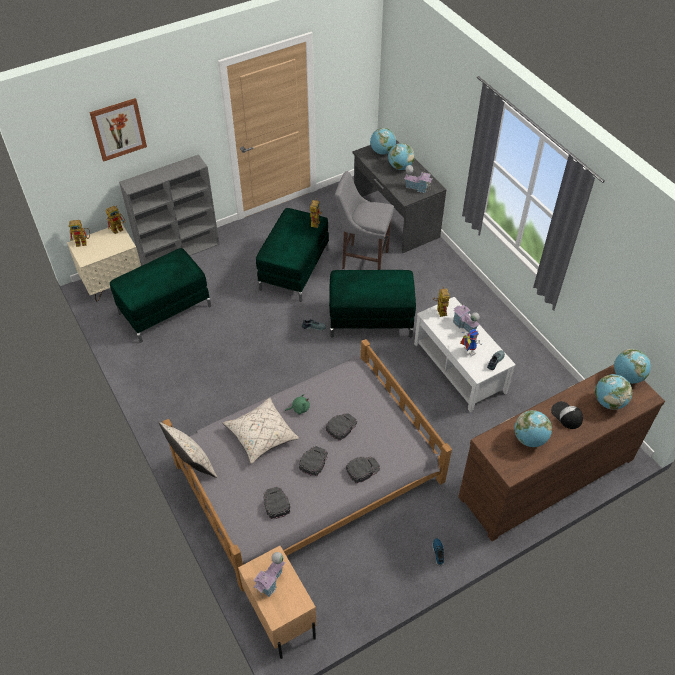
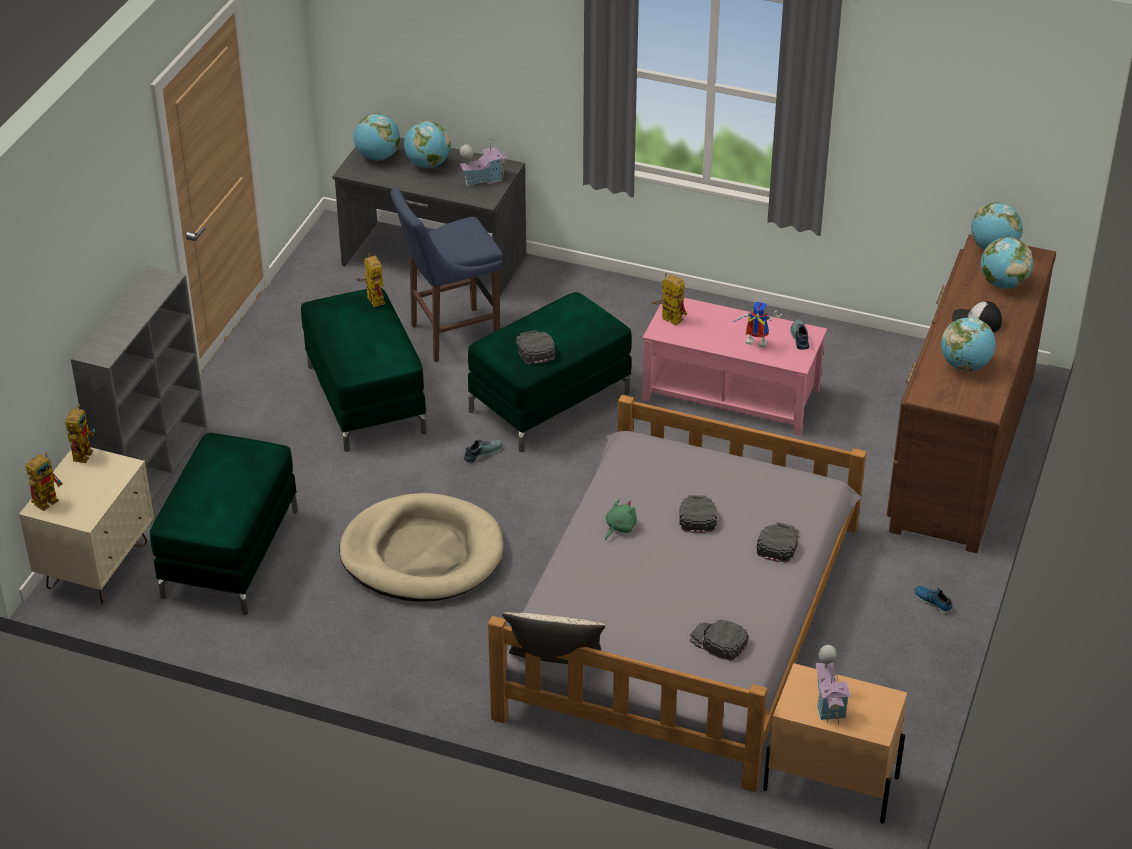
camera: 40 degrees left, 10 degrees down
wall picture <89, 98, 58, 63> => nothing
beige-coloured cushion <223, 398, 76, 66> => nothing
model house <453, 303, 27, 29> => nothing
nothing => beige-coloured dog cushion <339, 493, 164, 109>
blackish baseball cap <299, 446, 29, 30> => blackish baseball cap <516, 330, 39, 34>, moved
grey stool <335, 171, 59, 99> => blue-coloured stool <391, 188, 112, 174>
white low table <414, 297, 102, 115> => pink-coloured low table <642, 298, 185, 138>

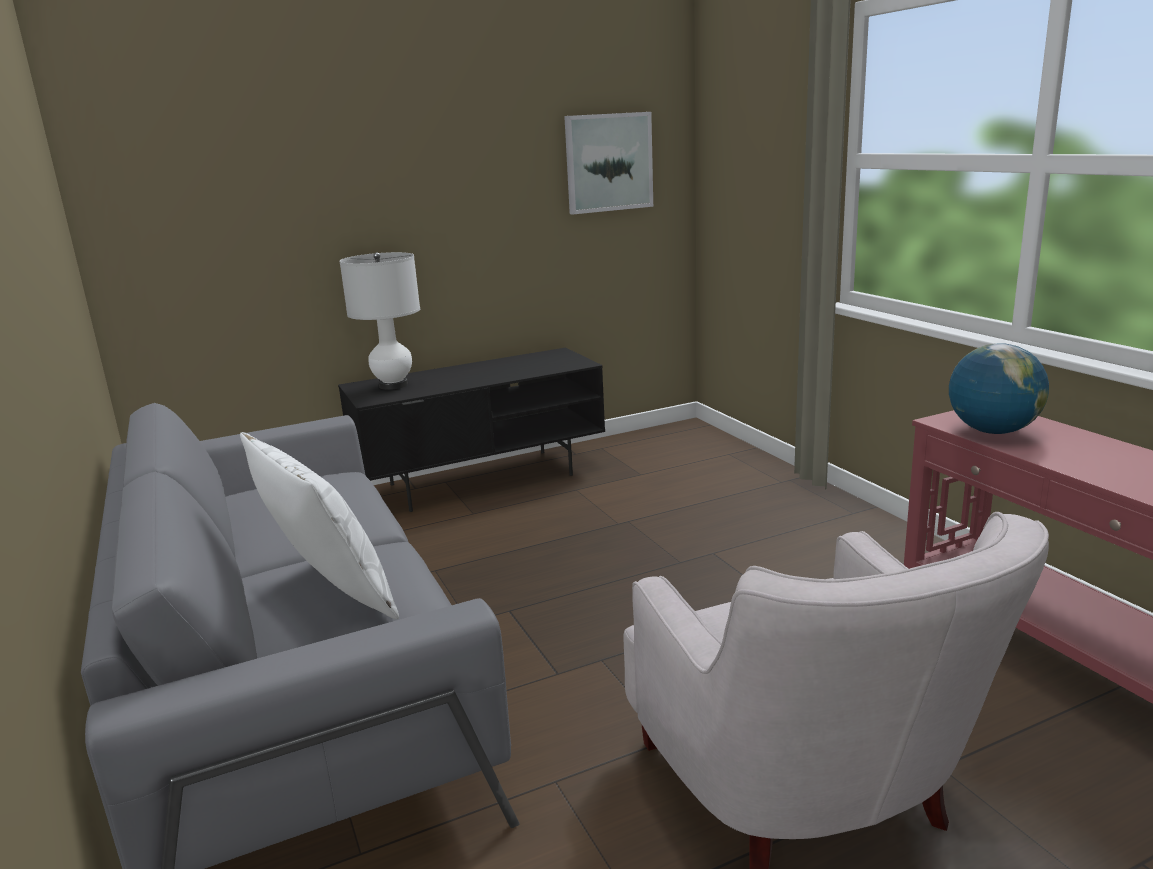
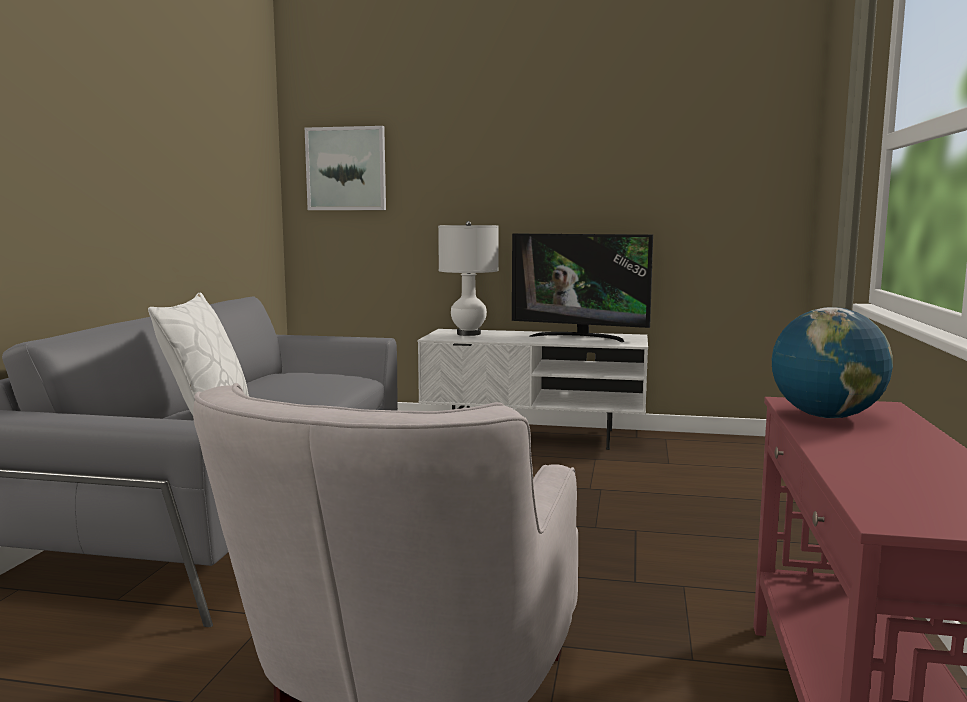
camera: 35 degrees right, 10 degrees down
nothing => TV set <512, 234, 141, 108>
wall picture <564, 112, 89, 102> => wall picture <305, 126, 81, 84>, moved
blackish tv unit <338, 348, 267, 164> => white tv unit <418, 329, 230, 121>

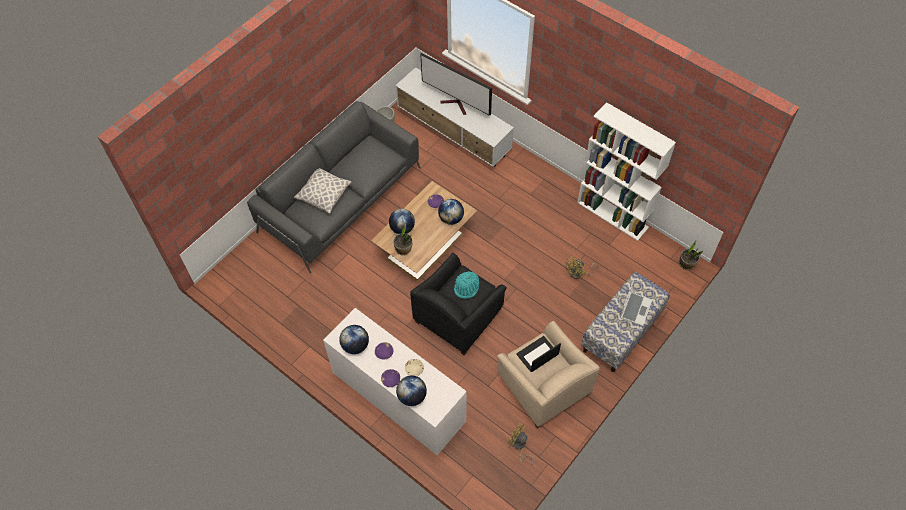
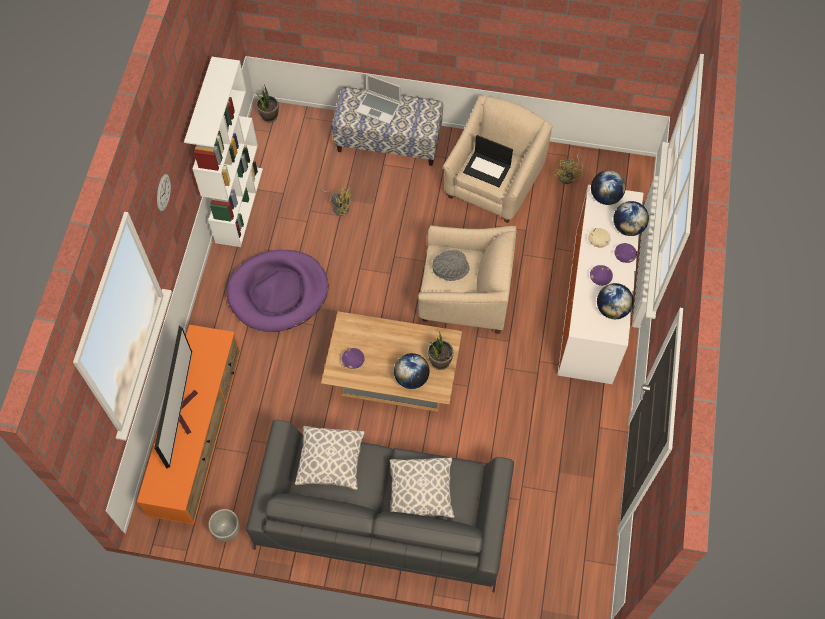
camera: 120 degrees left, 5 degrees up
nothing => clock on the wall <157, 174, 14, 37>
nothing => purple-coloured dog cushion <227, 250, 101, 82>
nothing => cushion <295, 426, 70, 64>
globe <438, 199, 26, 26> => globe <591, 170, 35, 35>, moved
white tv unit <395, 67, 119, 100> => orangey tv unit <137, 325, 104, 200>
blackish lounge chair <410, 253, 97, 103> => beige-coloured lounge chair <418, 225, 99, 109>
blue-green clothing hat <454, 271, 25, 28> => grey clothing hat <432, 250, 37, 31>
laptop <620, 280, 32, 46> => laptop <356, 75, 45, 49>, 150 degrees counterclockwise

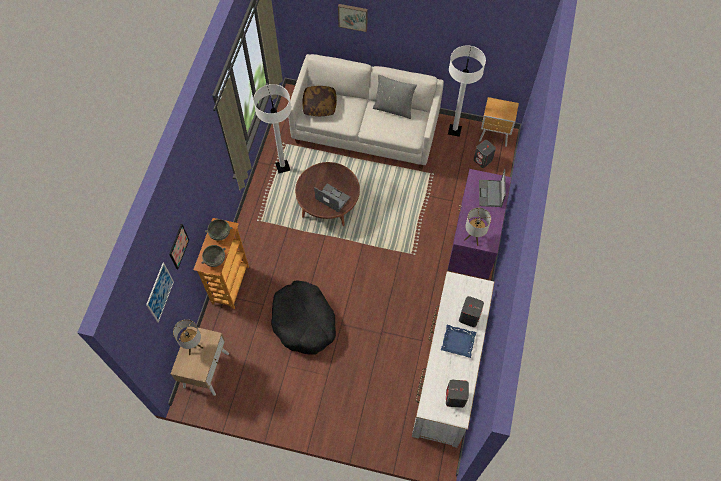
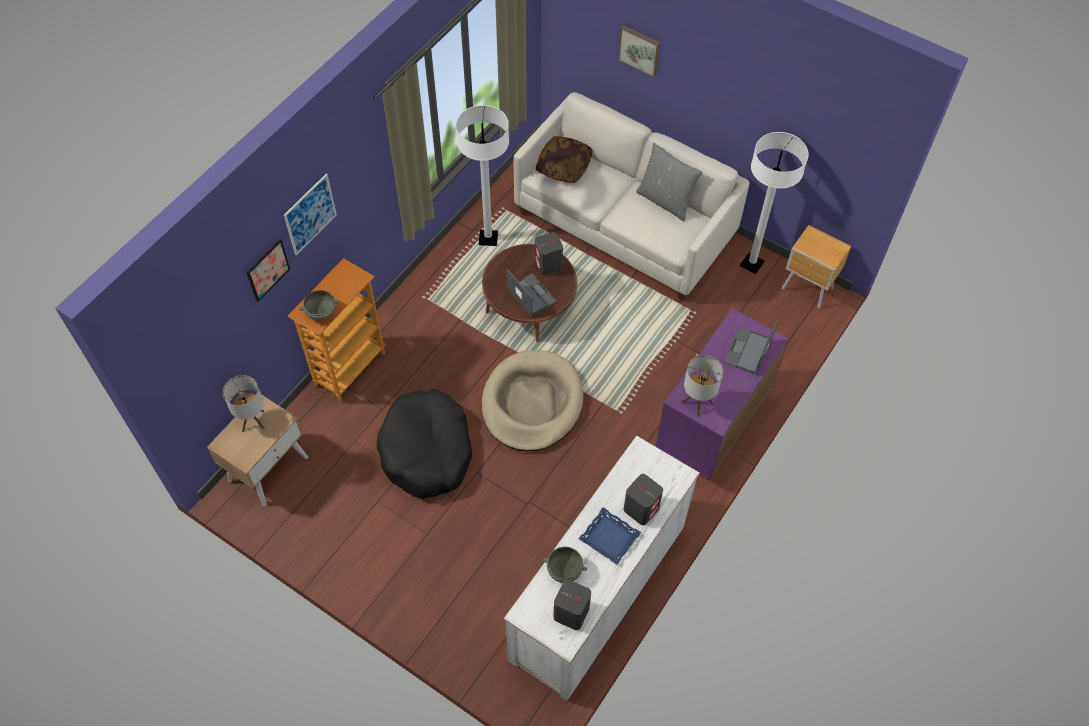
camera: 20 degrees right, 5 degrees down
nothing => beige-coloured dog cushion <482, 350, 102, 101>
wall picture <146, 263, 28, 60> => wall picture <284, 174, 53, 82>, moved
grey serving bowl <205, 219, 27, 22> => grey serving bowl <543, 547, 44, 36>, moved
grey speaker <474, 140, 22, 28> => grey speaker <535, 232, 28, 43>, moved

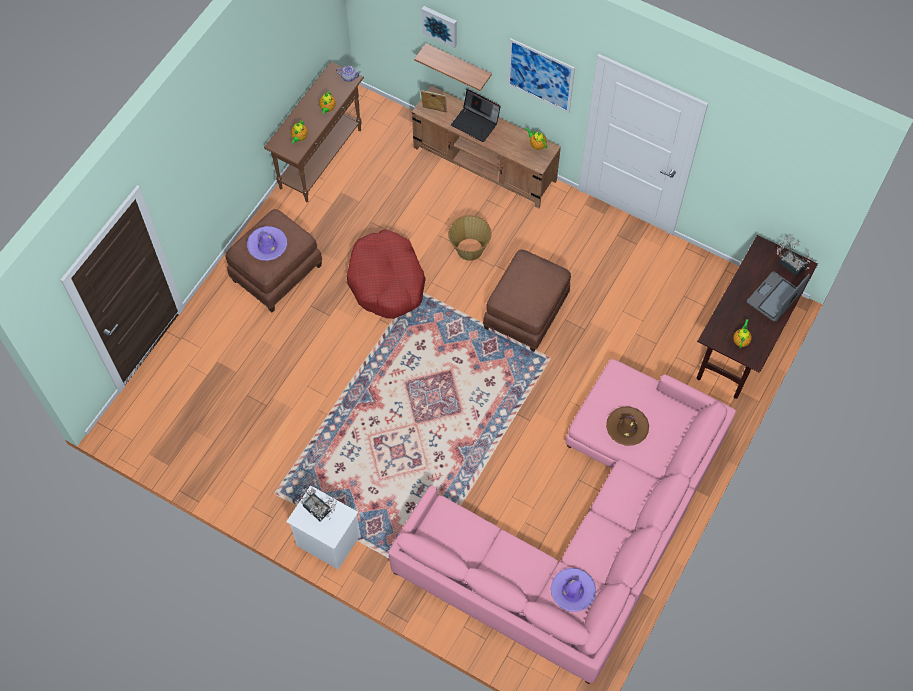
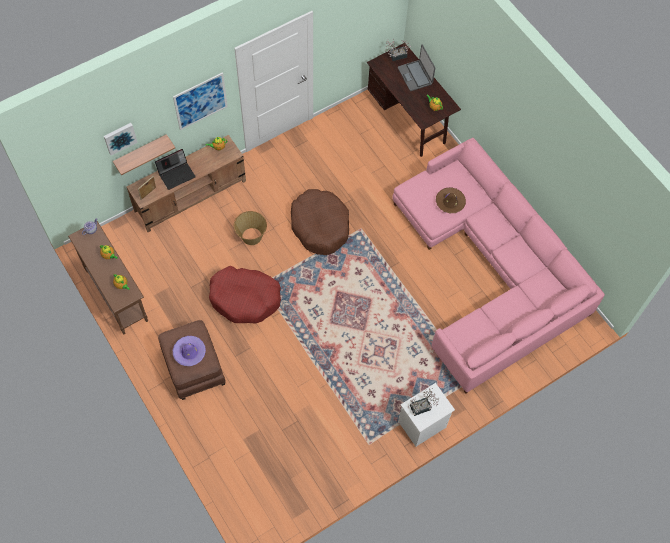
camera: 65 degrees left, 0 degrees up
purple-coloured clothing hat <551, 568, 45, 44> => nothing
brownish pouffe <483, 250, 88, 101> => brownish dog cushion <291, 189, 58, 66>

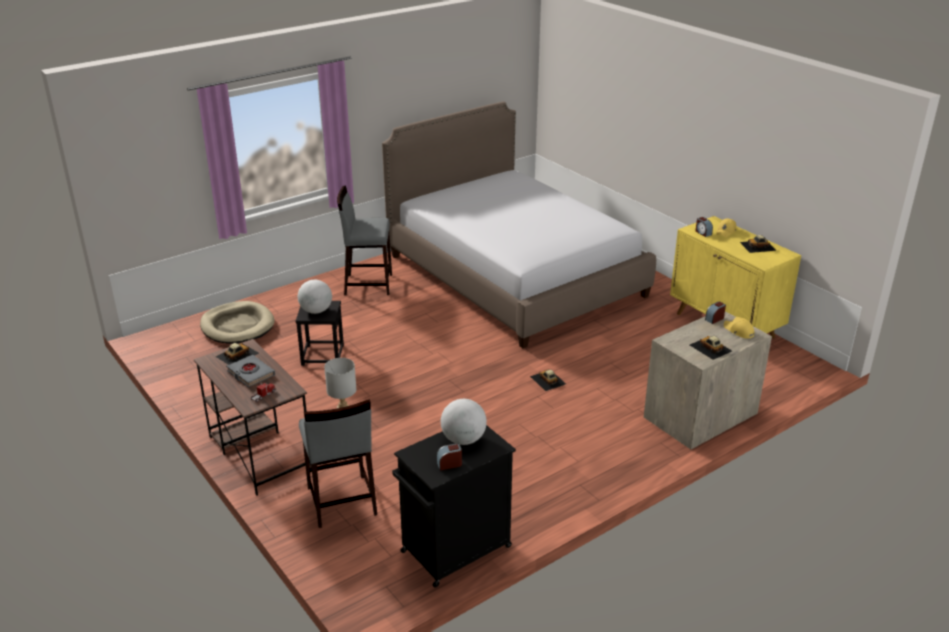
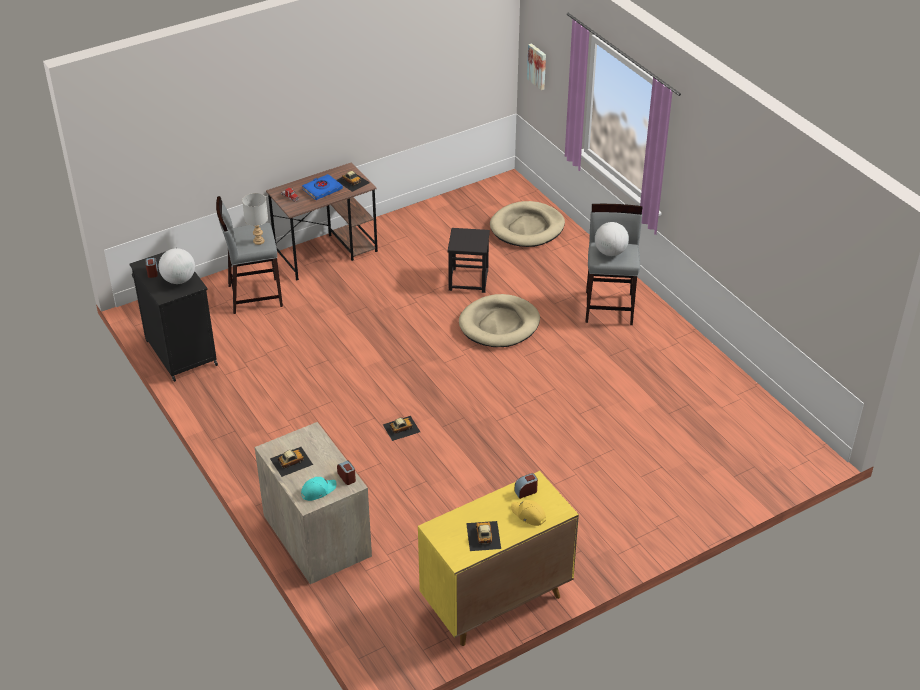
camera: 95 degrees right, 10 degrees up
sleeping bed <382, 101, 274, 247> => nothing
nothing => beige-coloured dog cushion <459, 294, 81, 53>
nothing => wall picture <527, 43, 19, 47>
globe <298, 280, 34, 34> => globe <595, 222, 34, 34>, moved
grey book <226, 355, 49, 32> => blue-coloured book <302, 174, 41, 26>
yellowish baseball cap <724, 317, 30, 22> => blue-green baseball cap <301, 477, 35, 24>

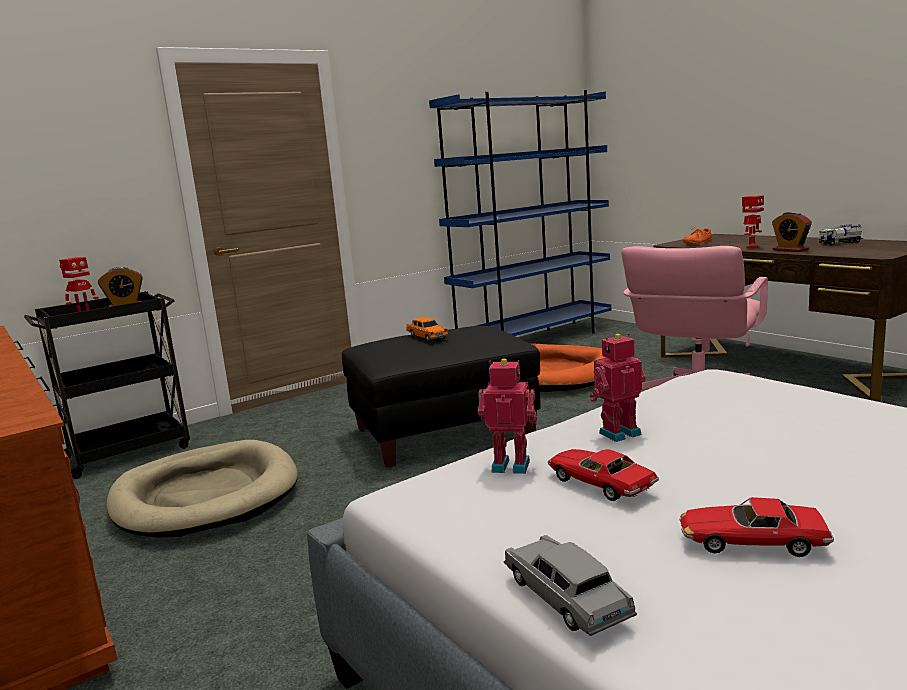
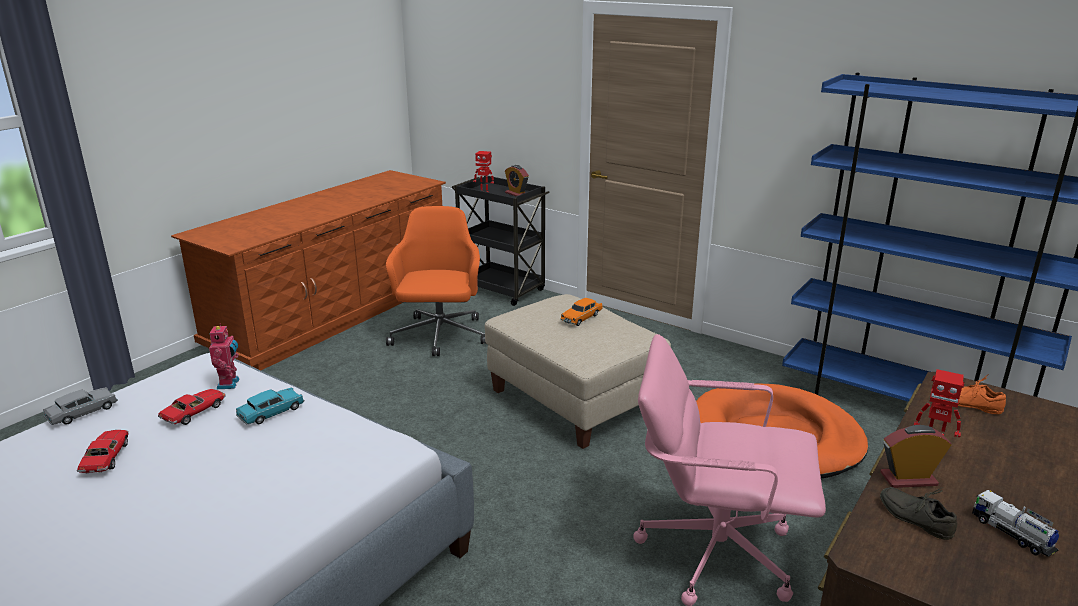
camera: 70 degrees right, 10 degrees up
nothing => grey shoe <880, 487, 77, 53>
beige-coloured dog cushion <106, 440, 192, 98> => orangey desk chair <386, 206, 100, 150>
toy robot <590, 333, 56, 109> => blue-green toy car <236, 387, 69, 38>
blackish pouffe <342, 326, 199, 141> => beige-coloured pouffe <485, 294, 186, 155>
bedside clock <772, 211, 40, 41> => bedside clock <880, 425, 72, 63>, 45 degrees clockwise

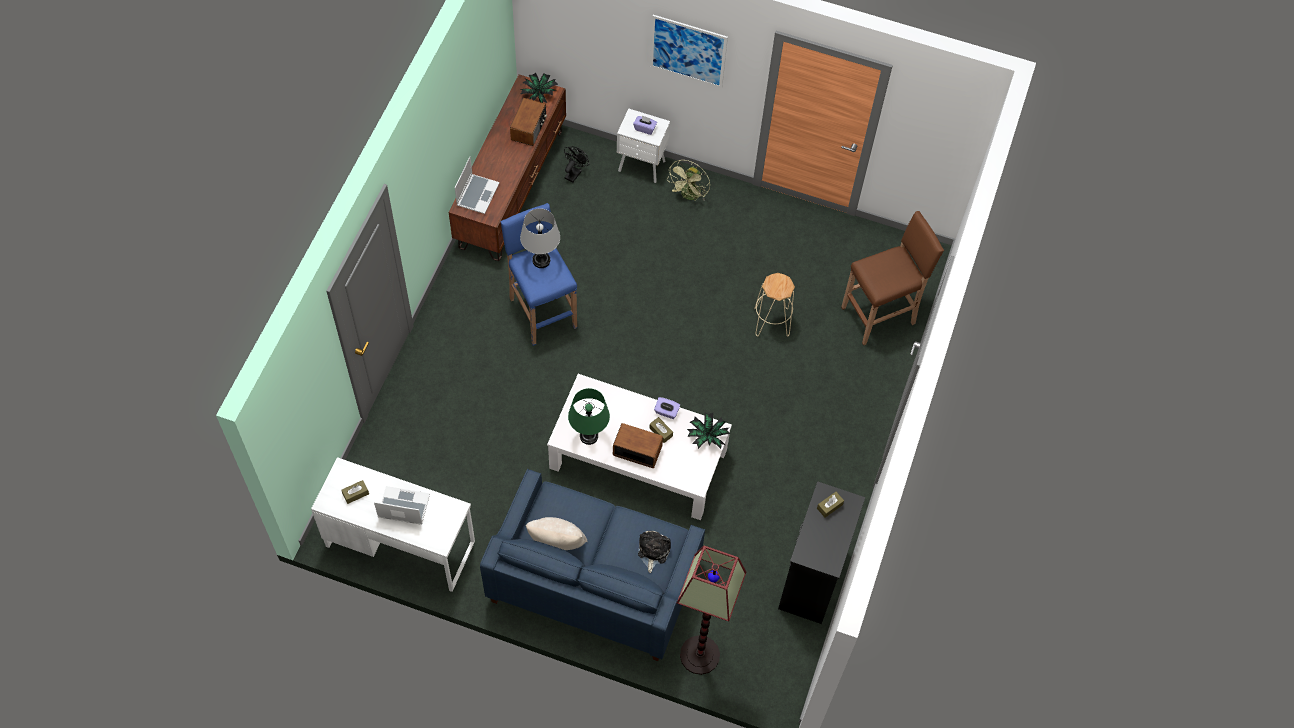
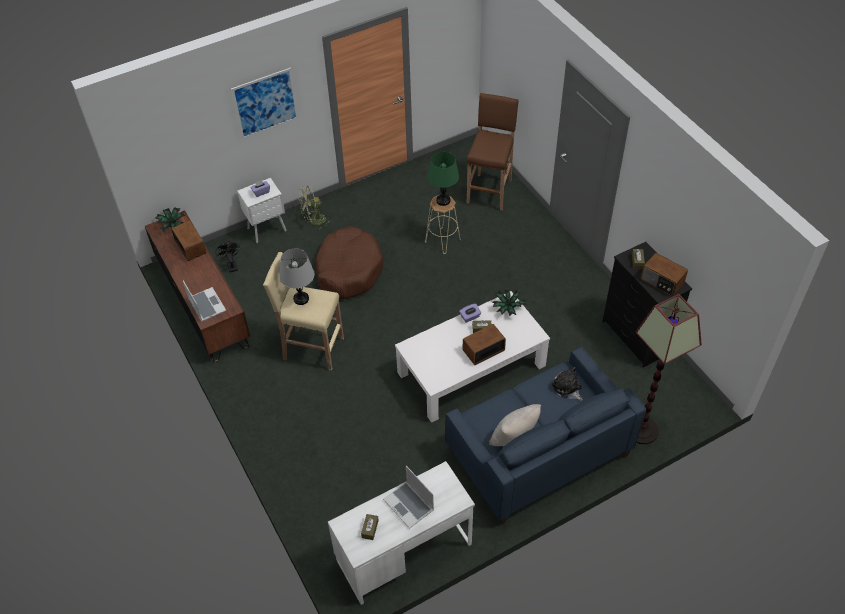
camera: 45 degrees left, 10 degrees down
nothing => brownish dog cushion <316, 226, 67, 73>
nothing => radio set <641, 253, 47, 43>
greenish tabletop lamp <568, 388, 42, 57> => greenish tabletop lamp <428, 152, 31, 54>, moved
blue-coloured stool <500, 203, 77, 143> => beige-coloured stool <263, 252, 81, 118>
laptop <374, 486, 56, 39> => laptop <383, 466, 51, 63>, 90 degrees counterclockwise
greenish cooling fan <668, 160, 42, 41> => greenish cooling fan <299, 185, 32, 45>, 90 degrees clockwise

